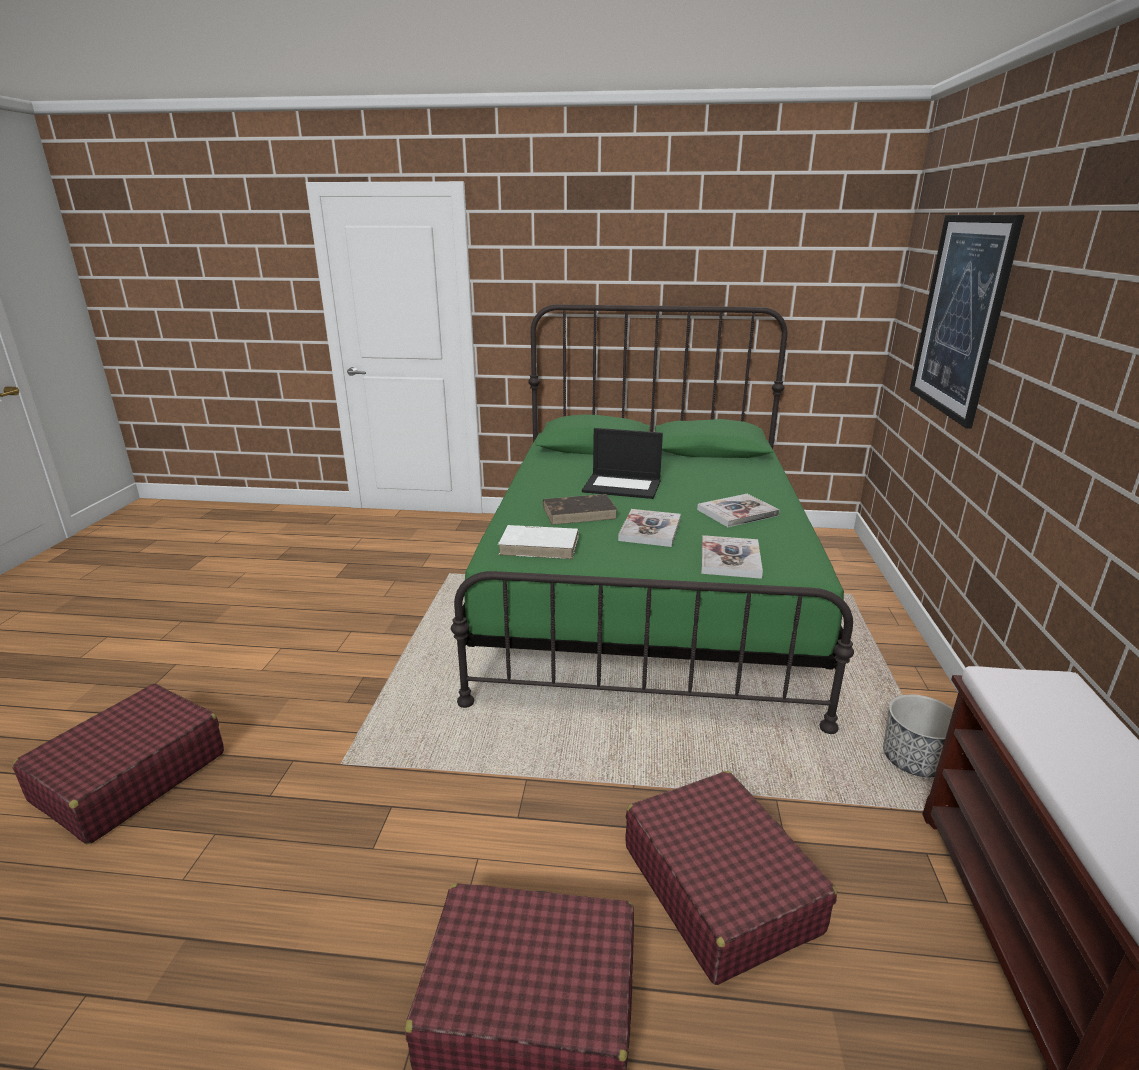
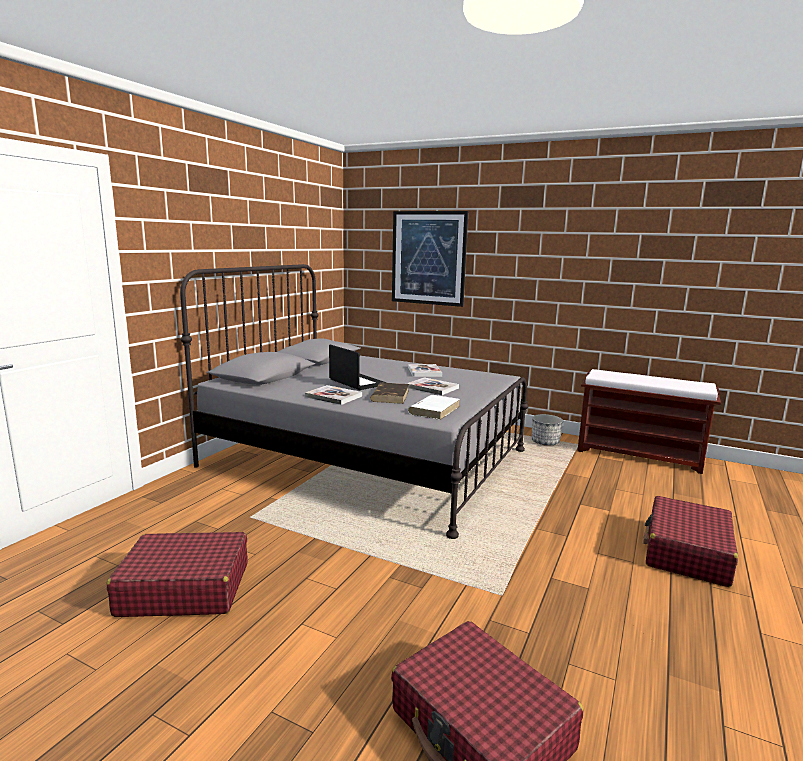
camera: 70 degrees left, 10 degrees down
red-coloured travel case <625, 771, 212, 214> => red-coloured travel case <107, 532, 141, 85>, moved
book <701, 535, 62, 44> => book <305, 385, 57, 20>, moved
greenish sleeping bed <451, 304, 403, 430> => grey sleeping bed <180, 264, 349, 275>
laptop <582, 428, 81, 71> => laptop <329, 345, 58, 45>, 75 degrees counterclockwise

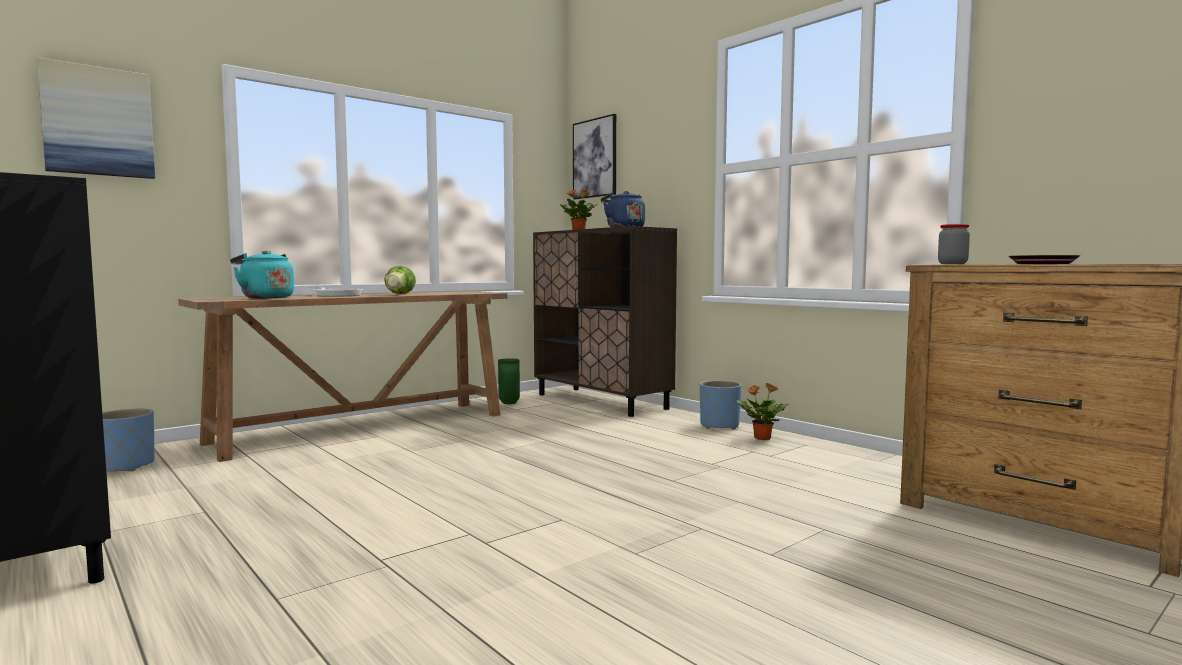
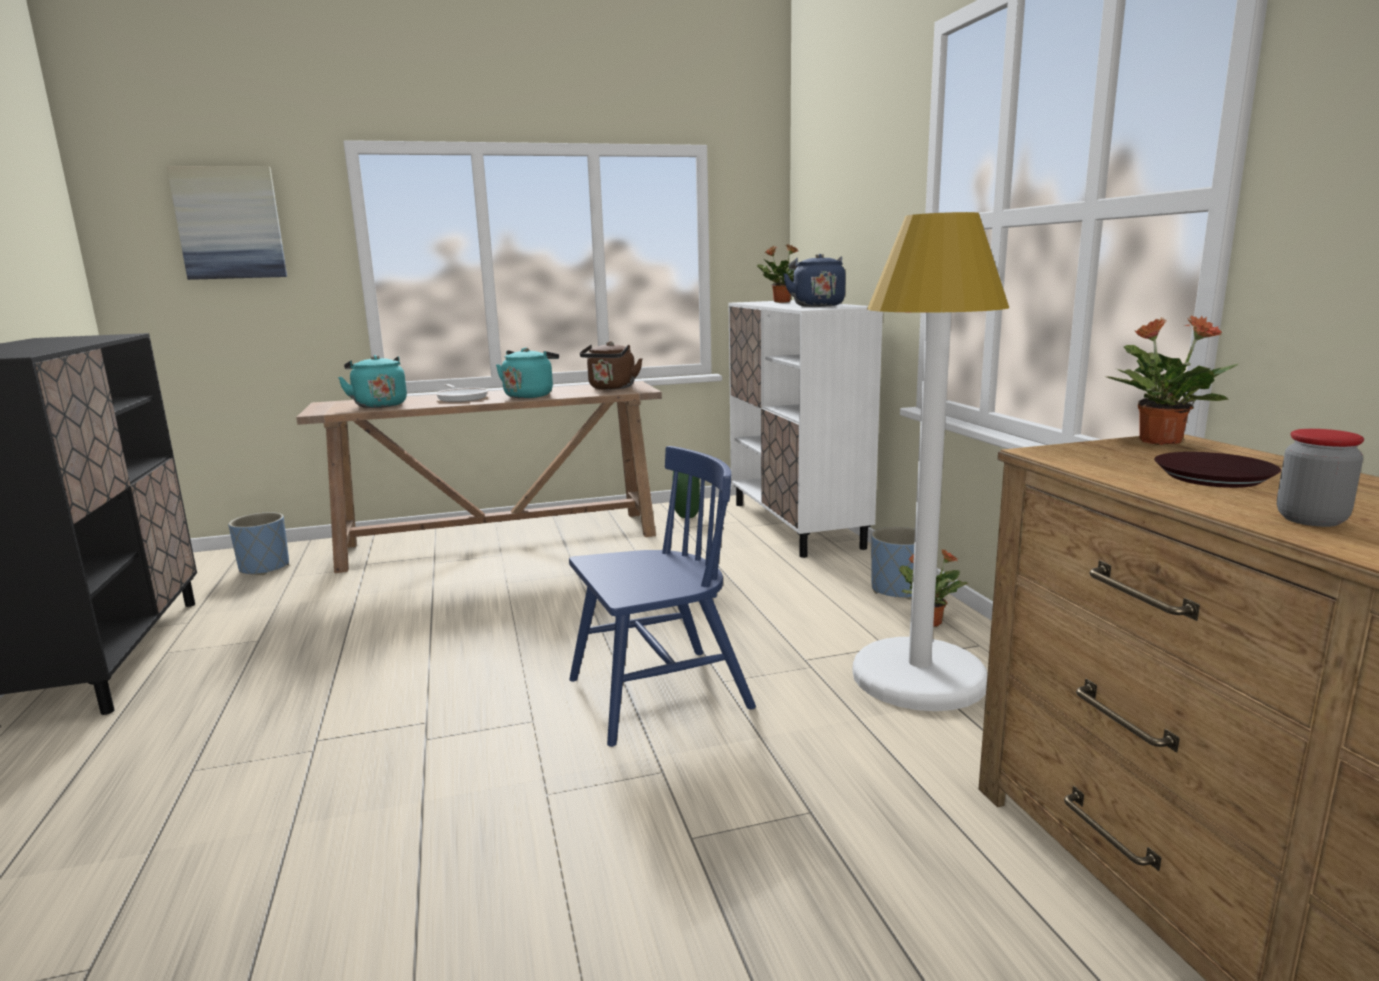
camera: 25 degrees right, 10 degrees up
wall picture <573, 114, 43, 85> => nothing
nothing => blue-coloured plain chair <569, 446, 187, 301>
nothing => brownish water kettle <580, 341, 63, 49>
nothing => white standard lamp <852, 212, 157, 499>
nothing => plant in a pot <1107, 316, 131, 129>
jar <938, 224, 32, 40> => jar <1277, 429, 87, 98>, moved
head of lettuce <384, 266, 32, 28> => blue-green water kettle <496, 348, 63, 50>
brownish cabinet <533, 226, 144, 191> => white cabinet <728, 300, 155, 258>

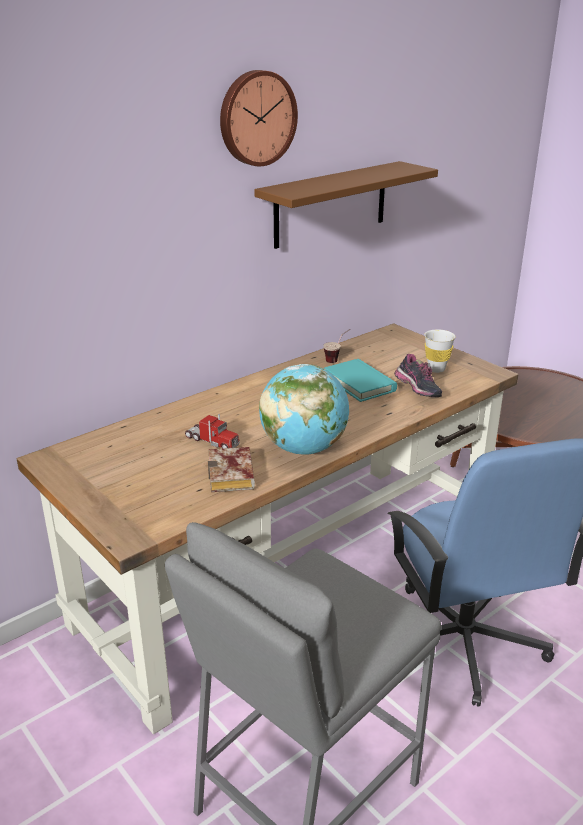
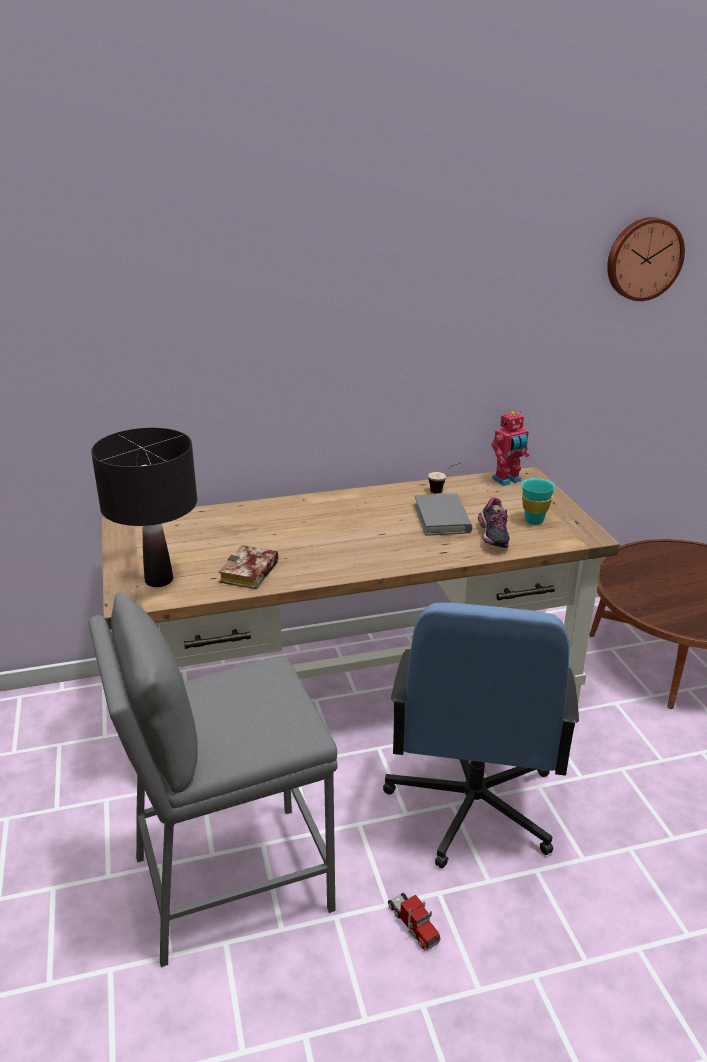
camera: 25 degrees right, 0 degrees up
brownish shelf <254, 161, 184, 88> => nothing
globe <259, 364, 90, 91> => nothing
nothing => blackish tabletop lamp <91, 428, 106, 159>
nothing => toy robot <491, 411, 39, 75>
model truck <185, 414, 55, 35> => model truck <388, 893, 53, 57>, moved
clock on the wall <220, 70, 78, 96> => clock on the wall <607, 217, 78, 84>, moved
blue-green book <324, 359, 73, 43> => grey book <414, 494, 58, 42>
white drinking cup <424, 330, 32, 43> => blue-green drinking cup <522, 478, 33, 47>

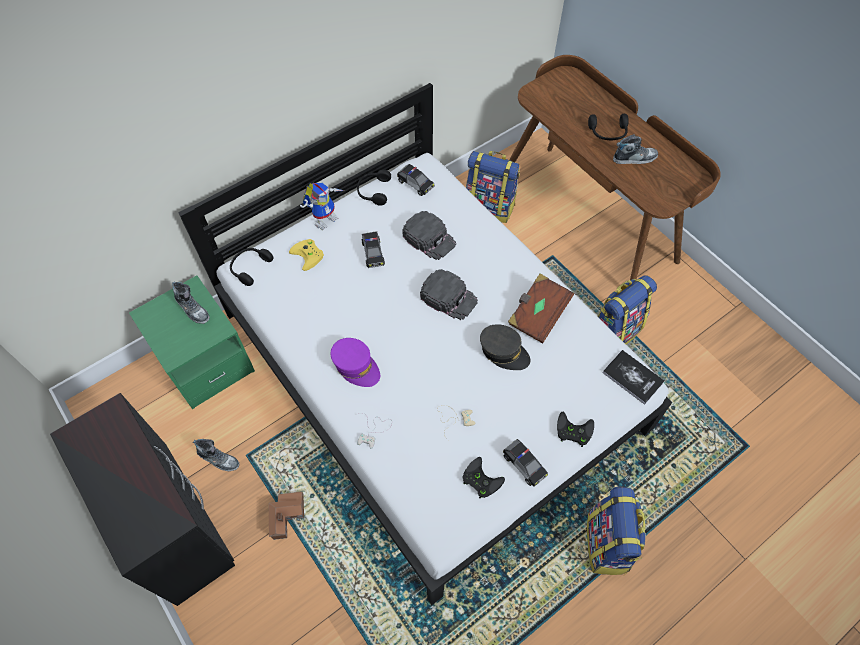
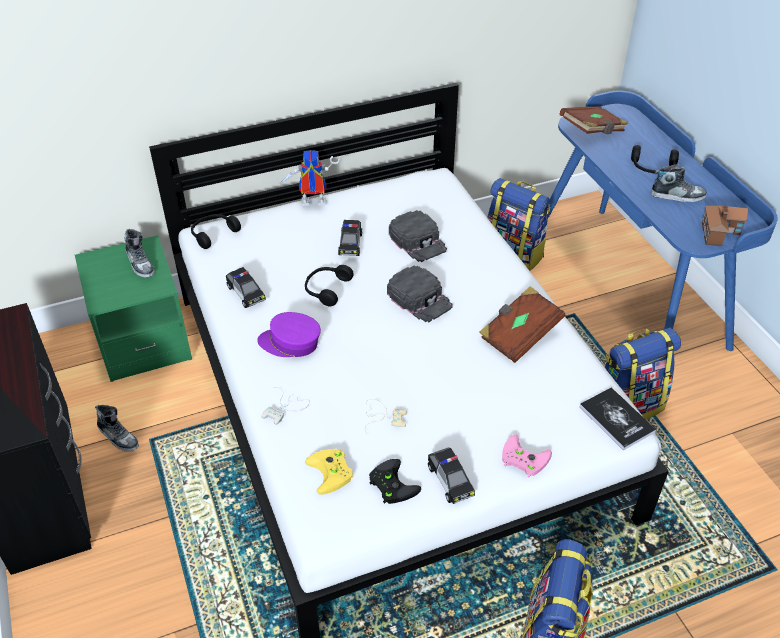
camera: 15 degrees right, 15 degrees down
grey baseball cap <480, 324, 51, 46> => nothing
nothing => brownish book <560, 106, 69, 28>
model house <269, 492, 35, 48> => model house <702, 206, 46, 40>, moved
yellowish joypad <289, 239, 35, 32> => yellowish joypad <305, 449, 48, 46>, moved
blackish headset <357, 170, 34, 36> => blackish headset <305, 265, 49, 41>, moved
toy car <397, 164, 38, 32> => toy car <226, 267, 40, 41>, moved
brownish desk unit <509, 55, 212, 225> => blue-coloured desk unit <548, 90, 230, 261>
blackish joypad <557, 412, 37, 35> => pink-coloured joypad <502, 434, 50, 44>
toy robot <300, 183, 44, 47> => toy robot <281, 150, 59, 56>, 150 degrees counterclockwise
purple-coloured baseball cap <331, 338, 49, 49> => purple-coloured baseball cap <257, 312, 64, 45>, 135 degrees clockwise

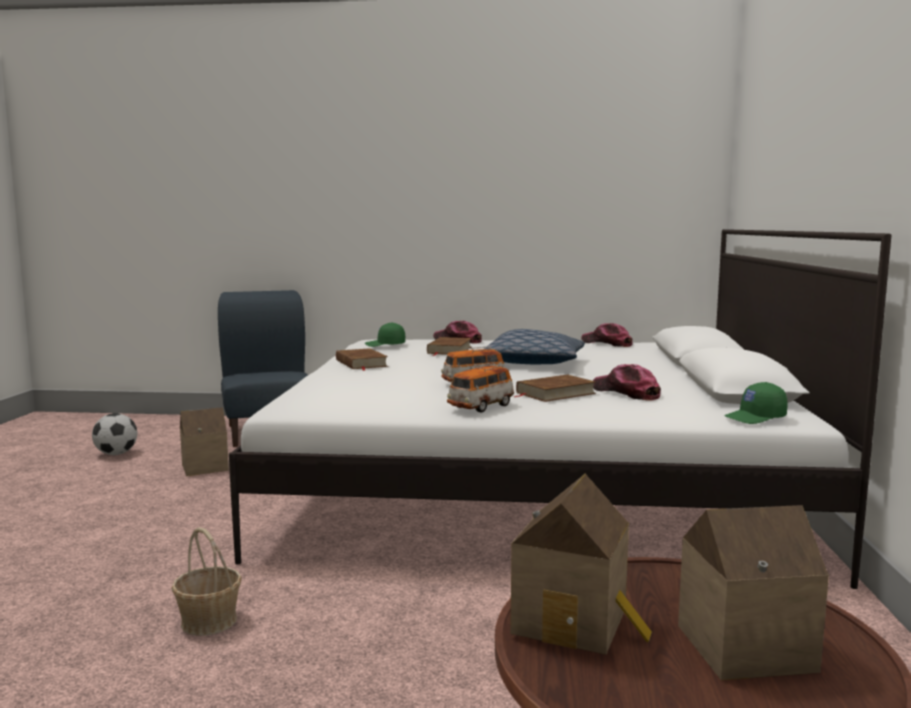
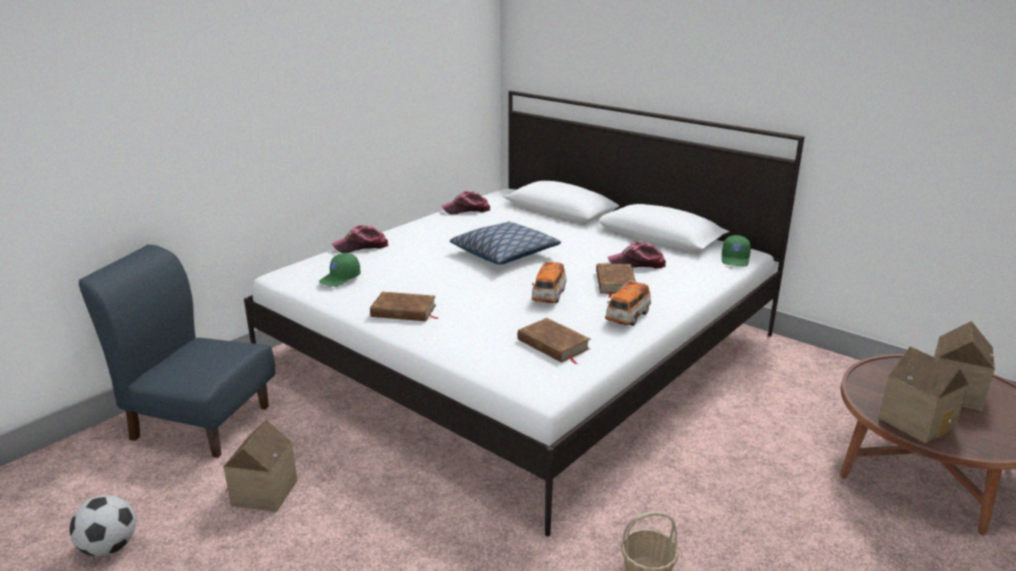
camera: 55 degrees left, 15 degrees up
brownish book <427, 337, 45, 19> => brownish book <517, 318, 73, 46>, moved
toy car <447, 363, 67, 50> => toy car <605, 280, 46, 46>, 45 degrees clockwise

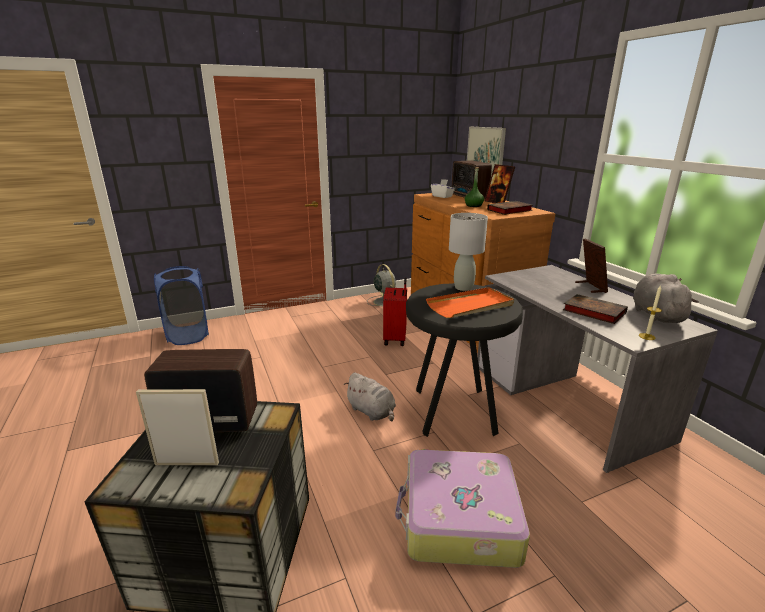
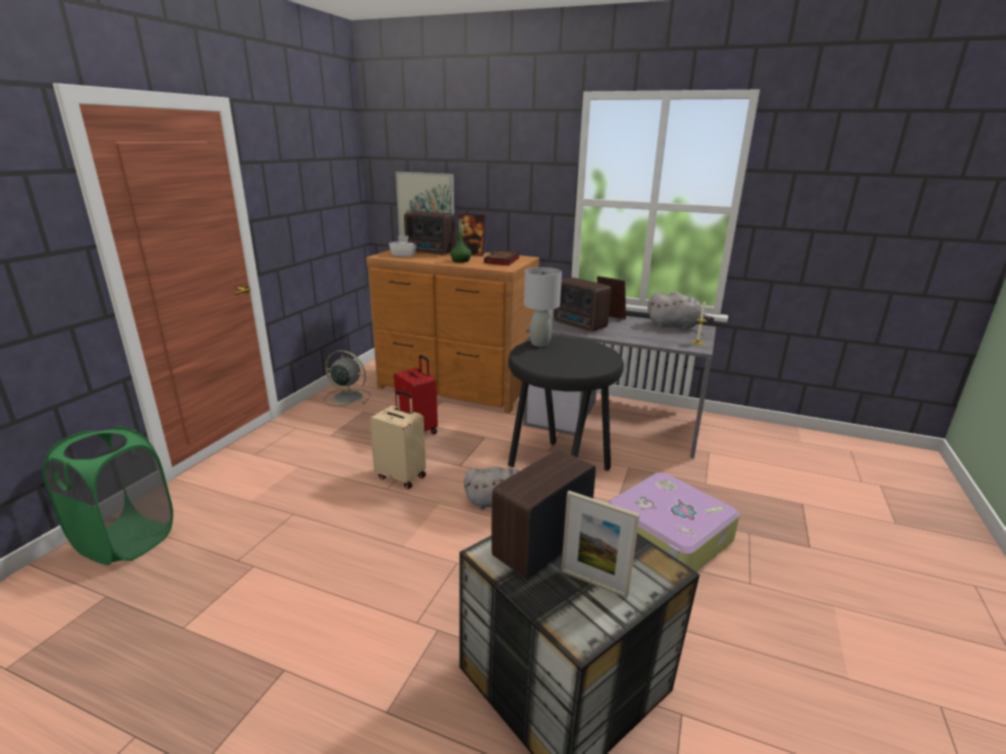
camera: 45 degrees left, 0 degrees up
orangey tray <426, 287, 88, 31> => nothing
book <563, 294, 65, 30> => nothing
nothing => beige-coloured travel case <370, 390, 56, 99>
nothing => radio set <553, 277, 58, 55>
blue-coloured hamper <154, 266, 55, 79> => greenish hamper <42, 426, 131, 139>
picture frame <136, 389, 83, 76> => picture frame <561, 491, 79, 107>, 105 degrees counterclockwise
grey soft toy <633, 274, 66, 49> => grey soft toy <648, 292, 66, 38>, 150 degrees clockwise

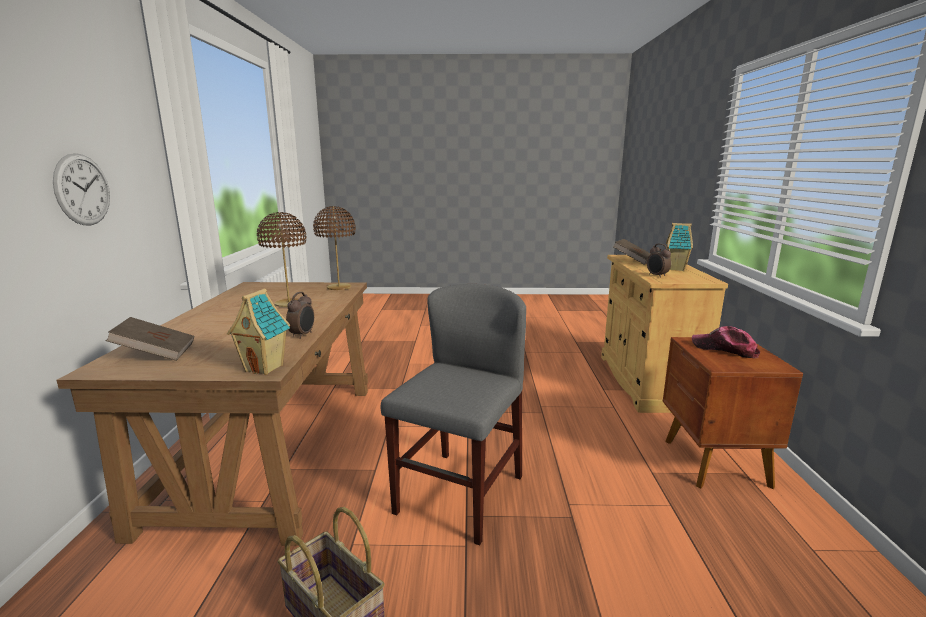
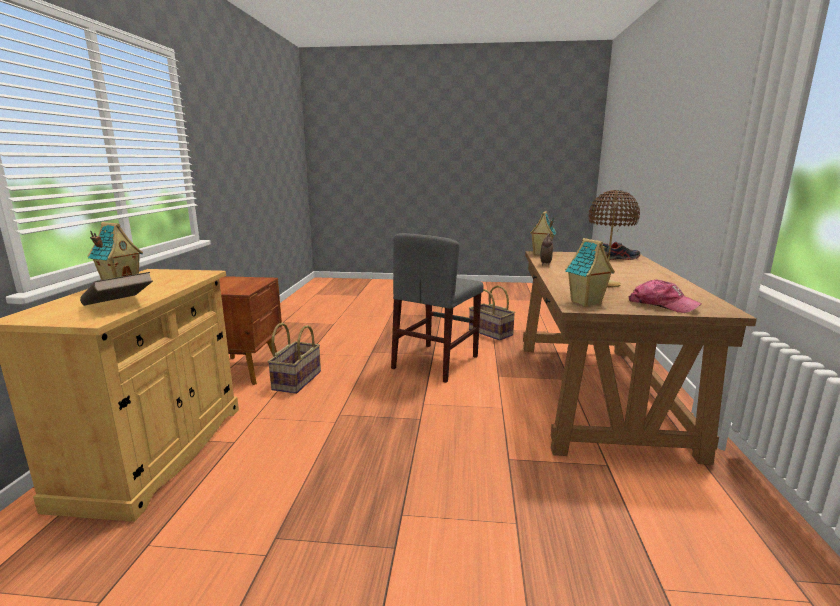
camera: 175 degrees left, 0 degrees up
clock on the wall <53, 153, 57, 72> => nothing
bedside clock <647, 243, 24, 35> => nothing
nothing => basket <267, 323, 54, 71>
baseball cap <692, 326, 68, 33> => baseball cap <629, 279, 72, 34>, moved
brownish book <106, 317, 88, 44> => shoe <603, 242, 37, 18>
brownish tabletop lamp <313, 206, 43, 84> => model house <565, 238, 50, 69>

